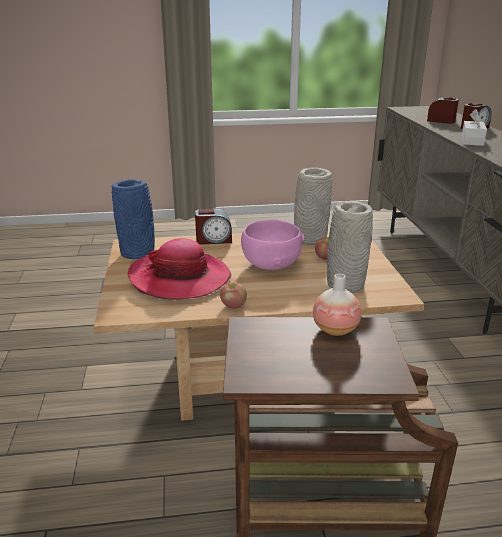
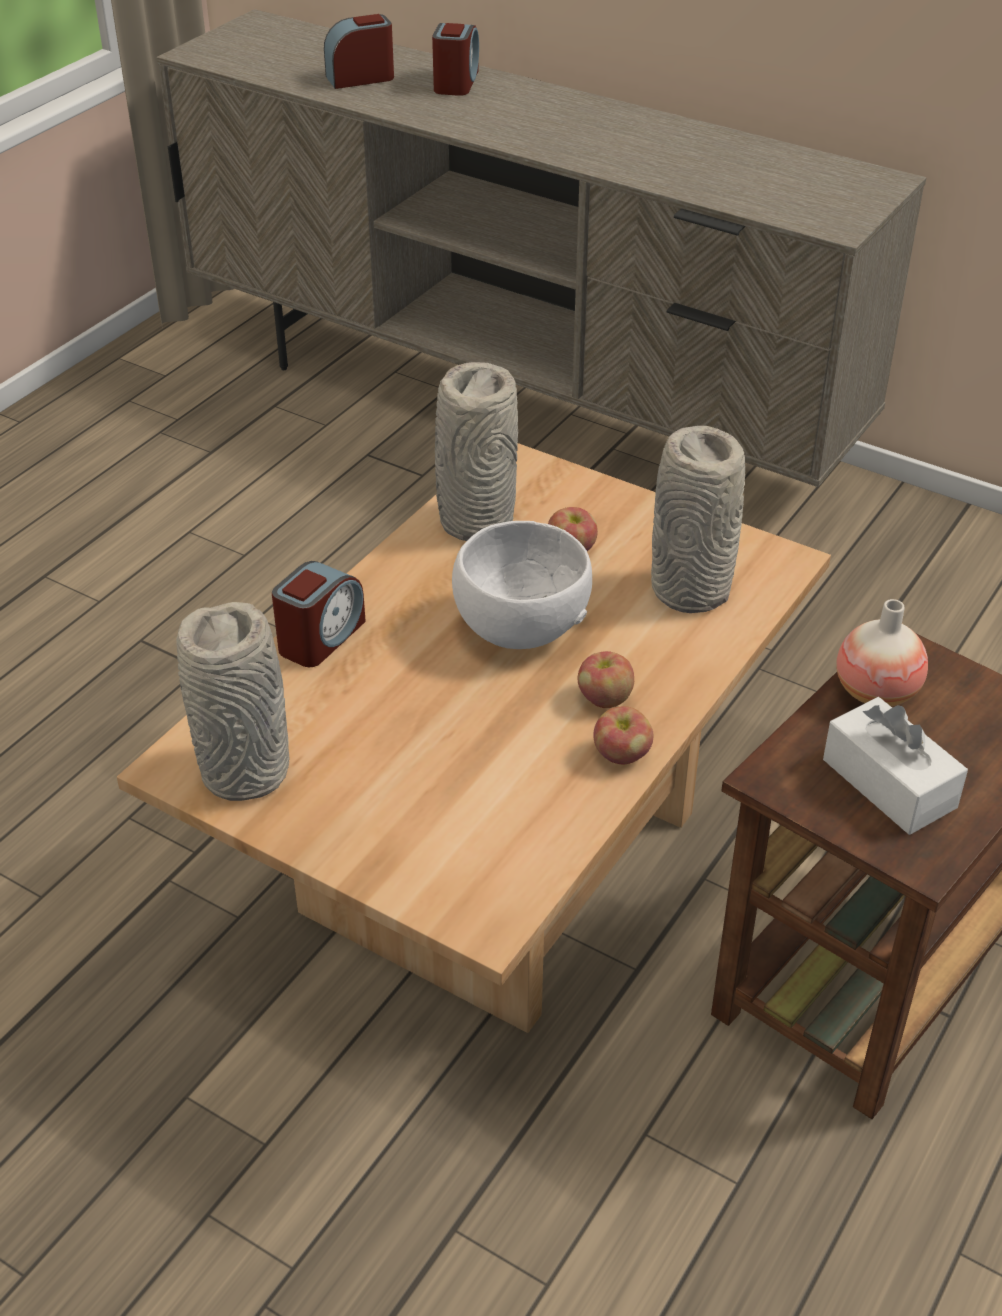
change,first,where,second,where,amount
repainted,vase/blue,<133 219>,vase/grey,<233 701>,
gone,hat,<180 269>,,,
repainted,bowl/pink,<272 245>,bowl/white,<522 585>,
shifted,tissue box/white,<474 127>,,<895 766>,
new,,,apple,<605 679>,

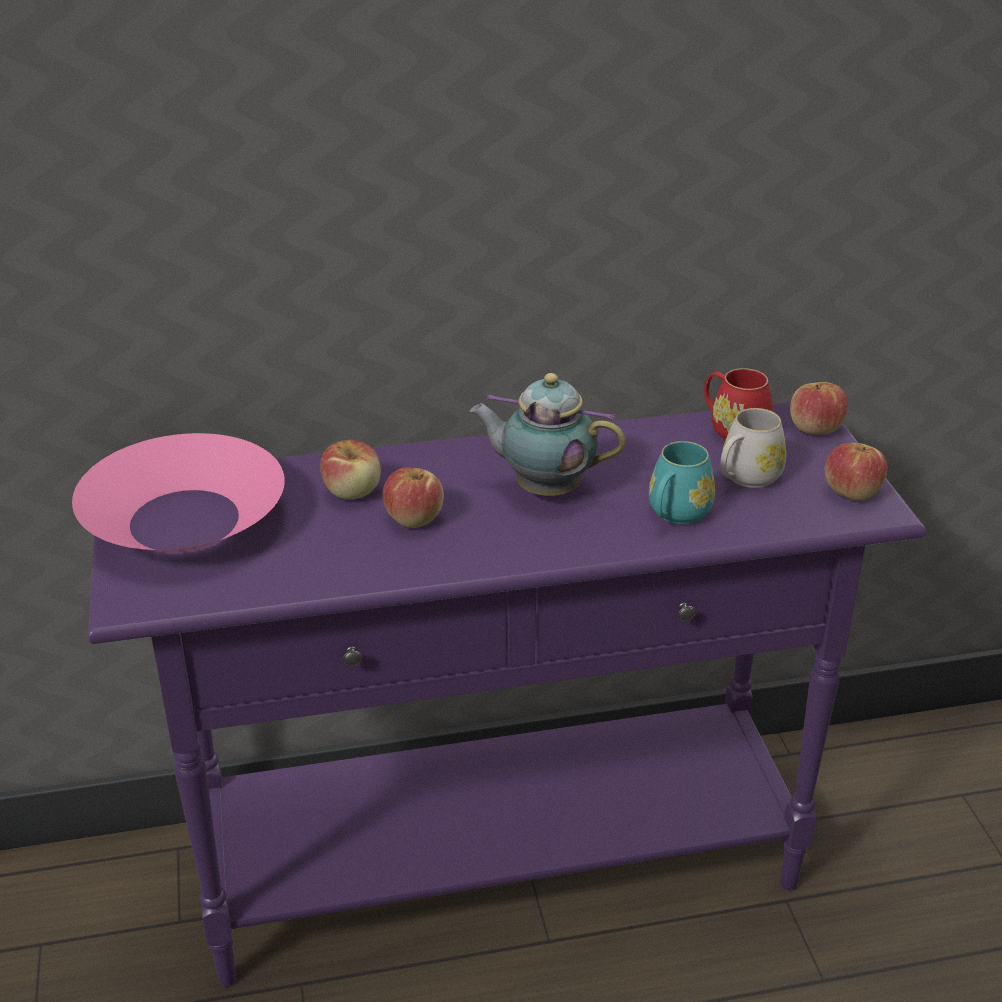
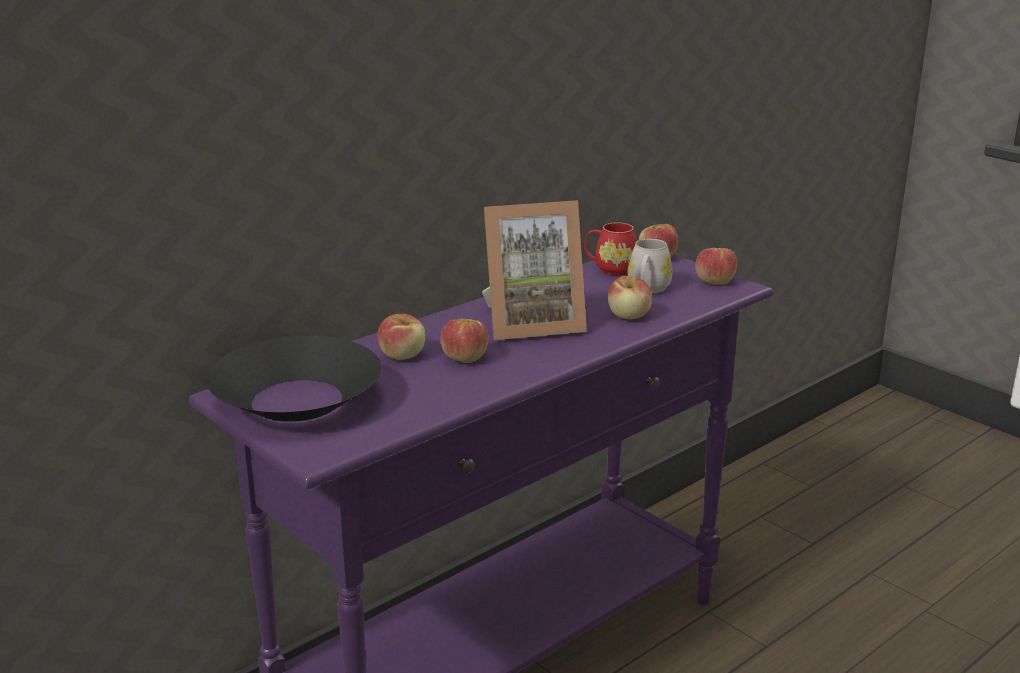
change,first,where,second,where,amount
repainted,bowl/pink,<178 492>,bowl/black,<294 379>,
swapped,teapot,<547 434>,picture frame,<534 270>,
swapped,mug/turquoise,<682 482>,apple,<630 297>,

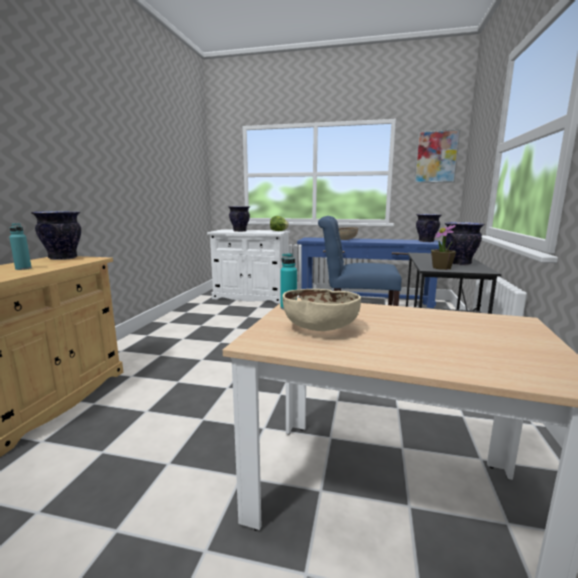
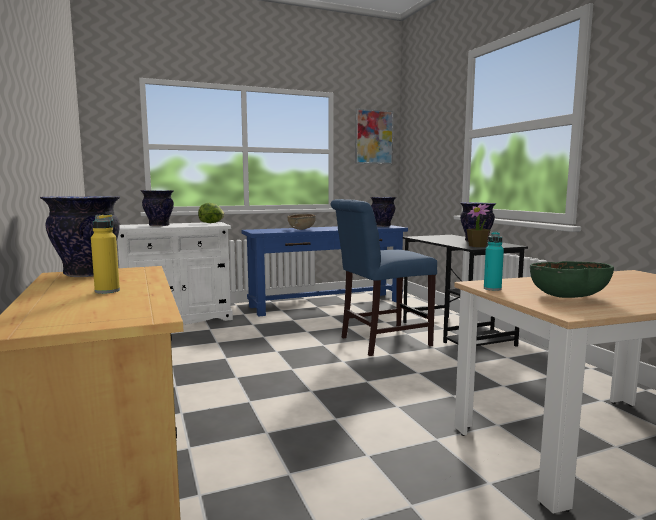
change,first,where,second,where,amount
repainted,bottle/turquoise,<20 246>,bottle/yellow,<105 254>,
repainted,bowl/beige,<321 310>,bowl/green,<572 279>,

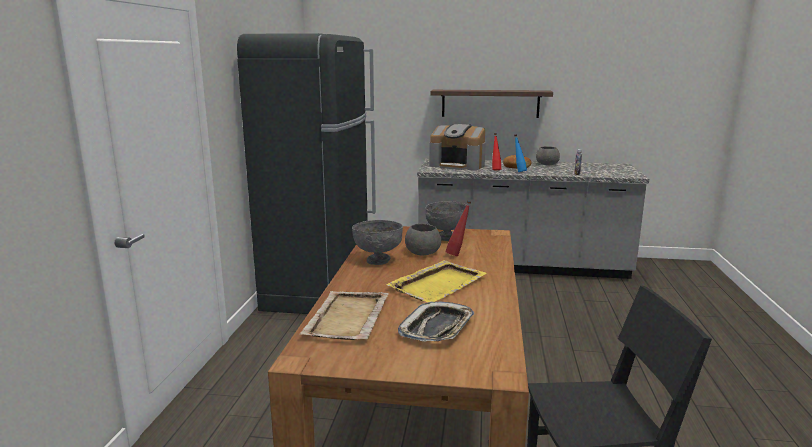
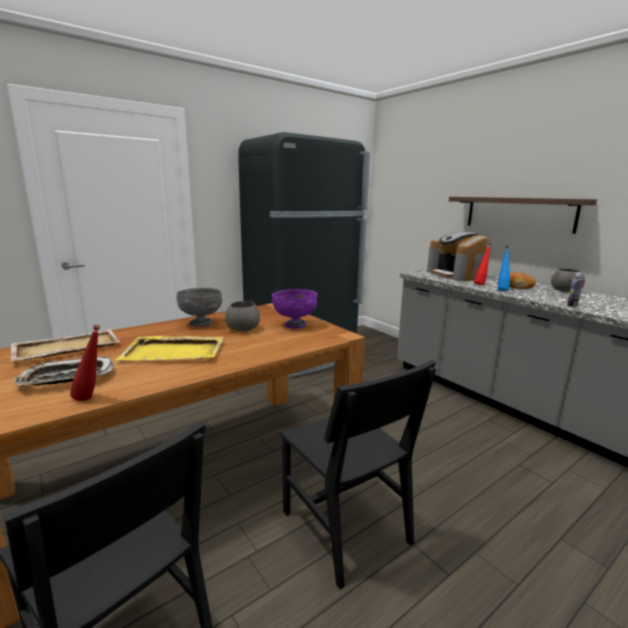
change,first,where,second,where,amount
repainted,bowl/grey,<447 221>,bowl/purple,<295 309>,
shifted,bottle/red,<458 228>,,<85 363>,
new,,,chair/black,<357 474>,

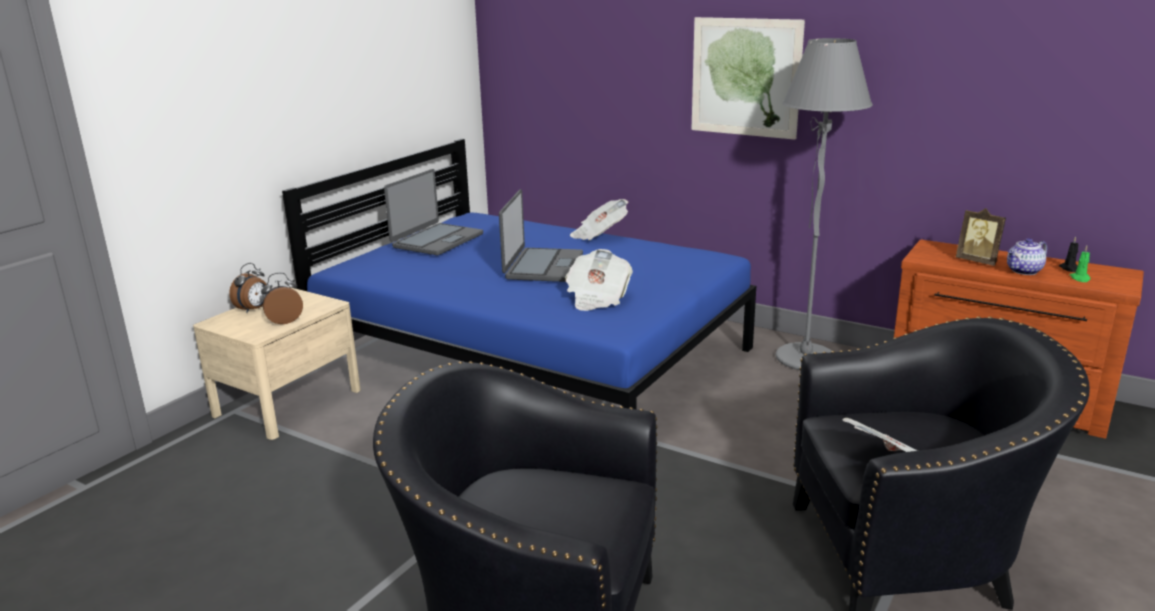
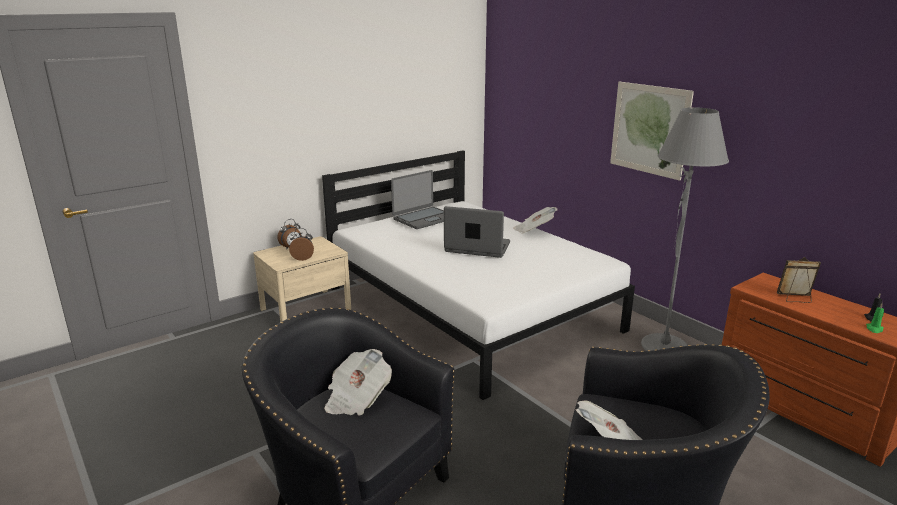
change,first,where,second,where,amount
repainted,bed/blue,<519 274>,bed/white,<478 275>,
rotated,laptop,<541 235>,,<477 232>,105 degrees counterclockwise
shifted,newspaper,<599 280>,,<358 382>,
rotated,picture frame,<981 237>,,<799 280>,120 degrees clockwise
gone,teapot,<1027 256>,,,

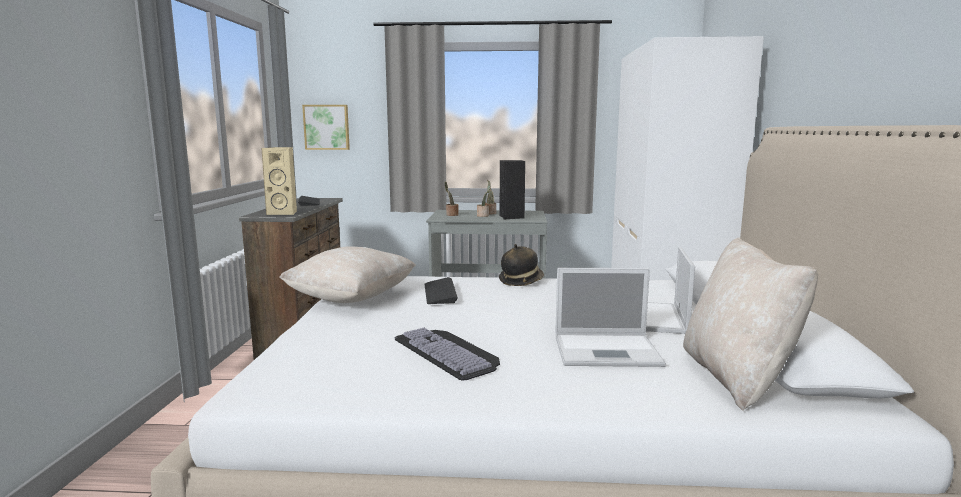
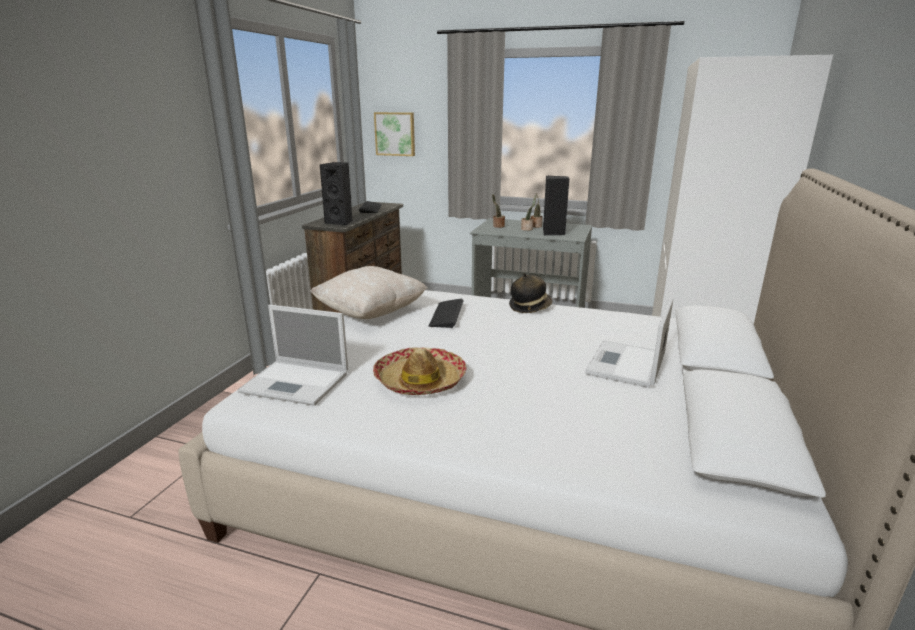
change,first,where,second,where,amount
repainted,speaker/beige,<279 181>,speaker/black,<336 193>,
swapped,keyboard,<447 354>,hat,<420 371>,
shifted,laptop,<610 317>,,<292 355>,
gone,pillow/beige,<750 324>,,,

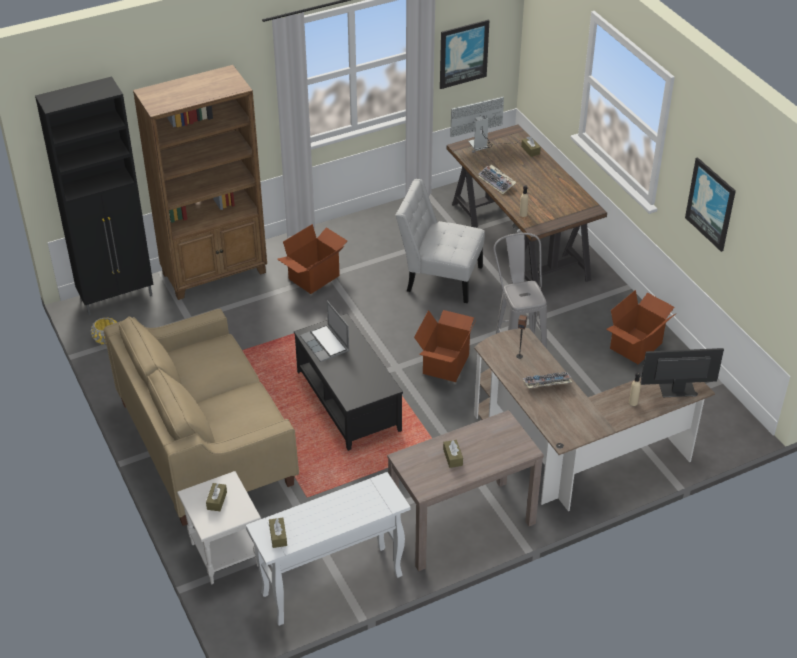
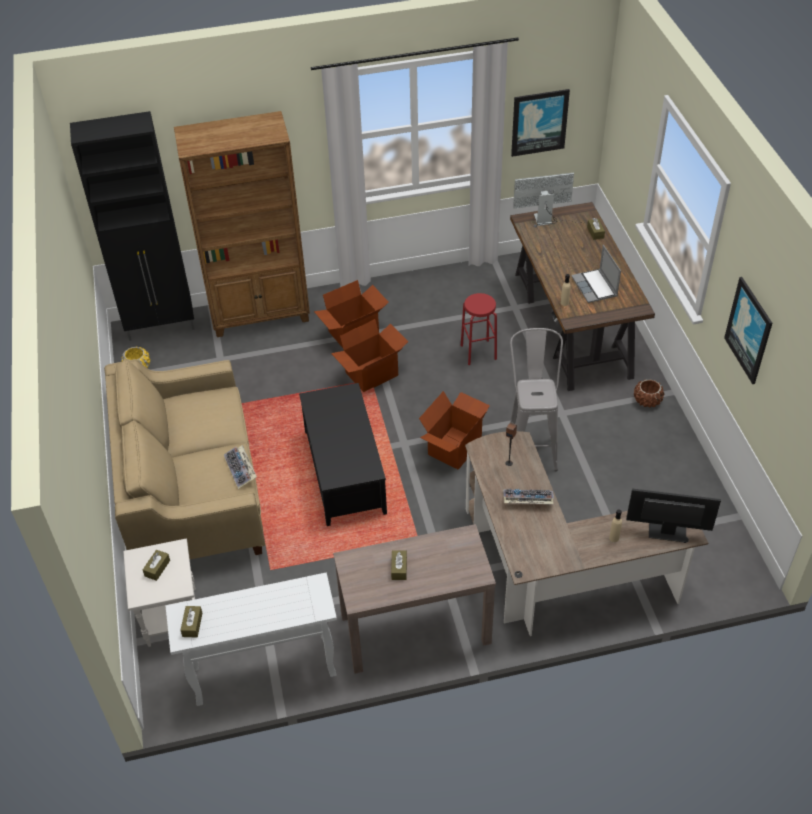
change,first,where,second,where,amount
shifted,laptop,<325 331>,,<596 274>,
swapped,chair/white,<440 241>,stool/red,<479 329>,
shifted,keyboard,<497 179>,,<240 467>,
shifted,cardboard box,<640 327>,,<369 355>,
new,,,planter/brown,<649 393>,

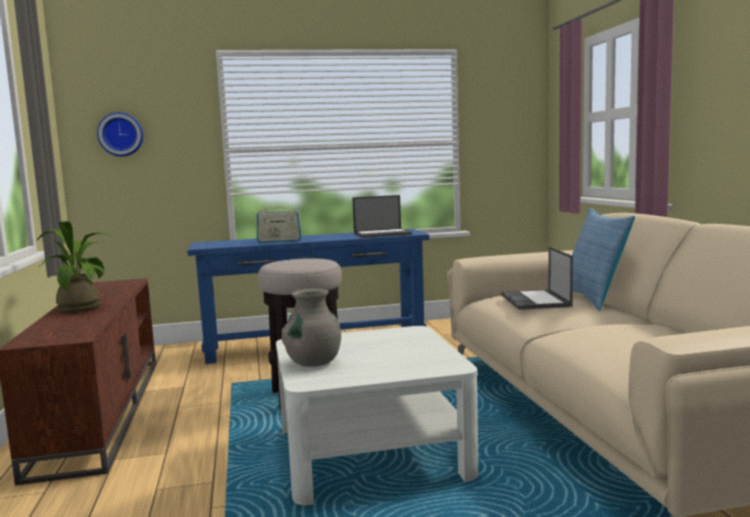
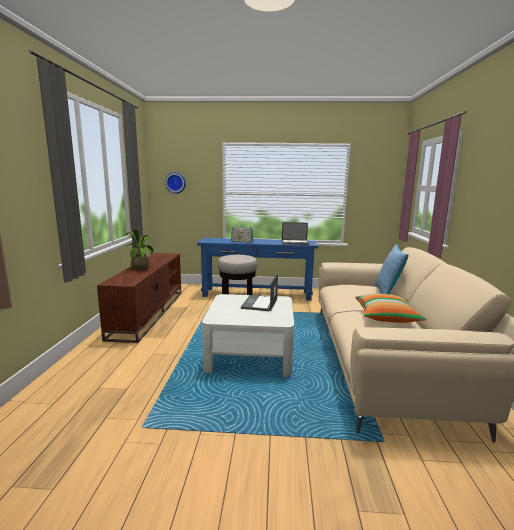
change,first,where,second,where,amount
gone,vase/grey,<311 328>,,,
shifted,laptop,<537 278>,,<259 292>,
new,,,pillow,<390 308>,

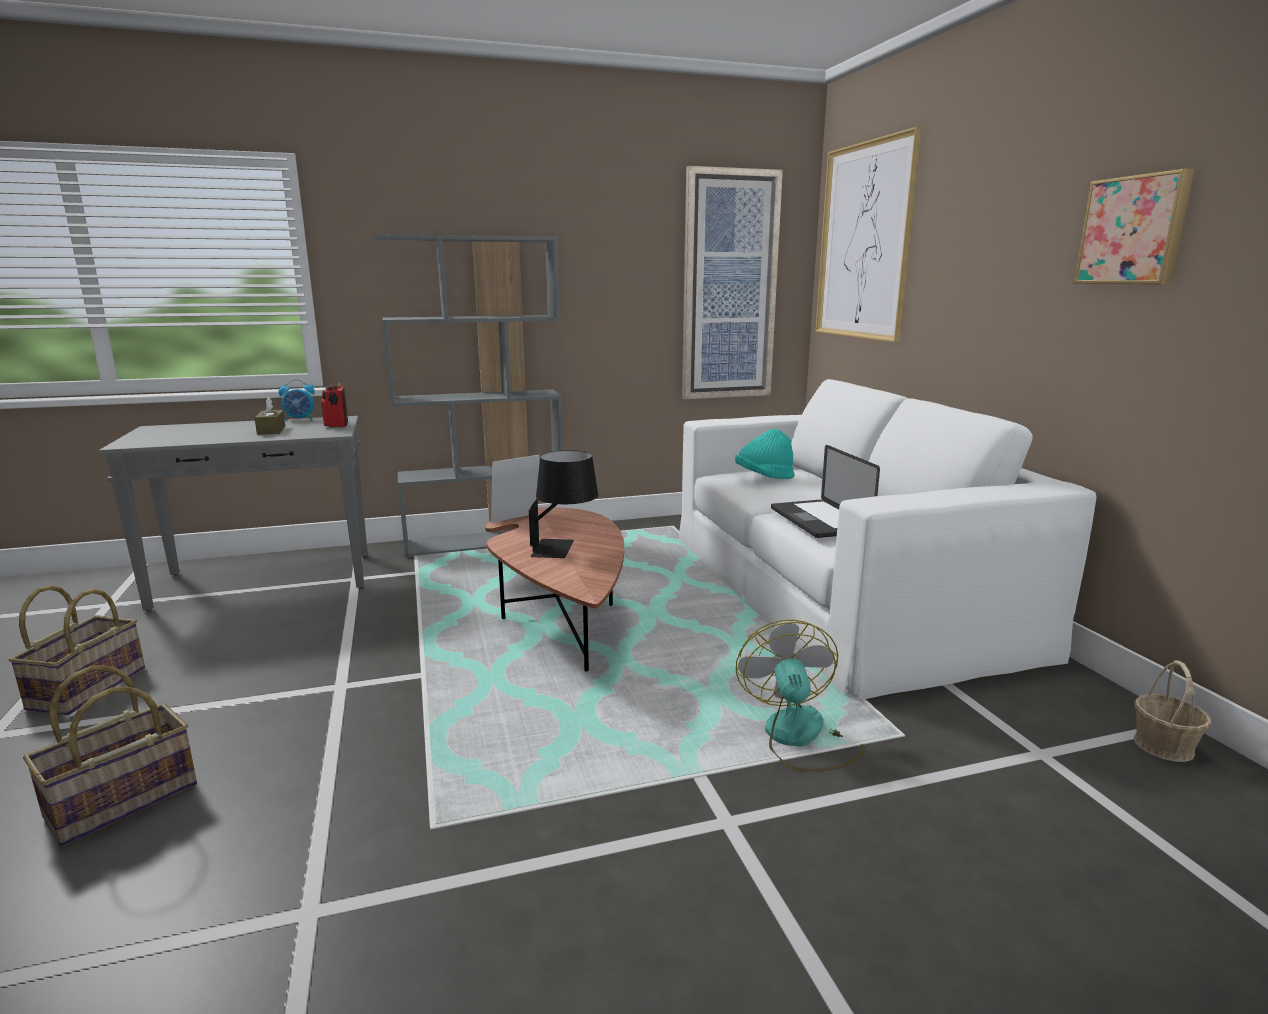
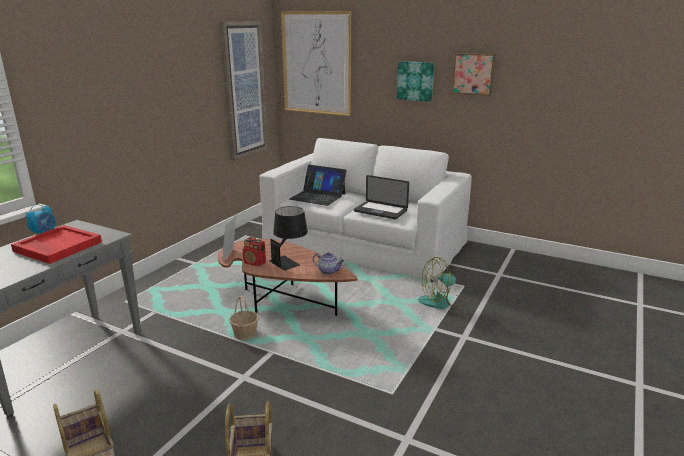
change,first,where,second,where,amount
swapped,tissue box/brown,<270 416>,tray/red,<56 244>,
shifted,radio,<334 405>,,<254 251>,
gone,bookcase/grey,<468 396>,,,
swapped,hat/turquoise,<765 454>,laptop,<318 185>,
rotated,fan,<800 696>,,<441 283>,60 degrees counterclockwise
shifted,basket,<1173 711>,,<244 318>,
new,,,teapot,<328 263>,
new,,,picture,<415 81>,

